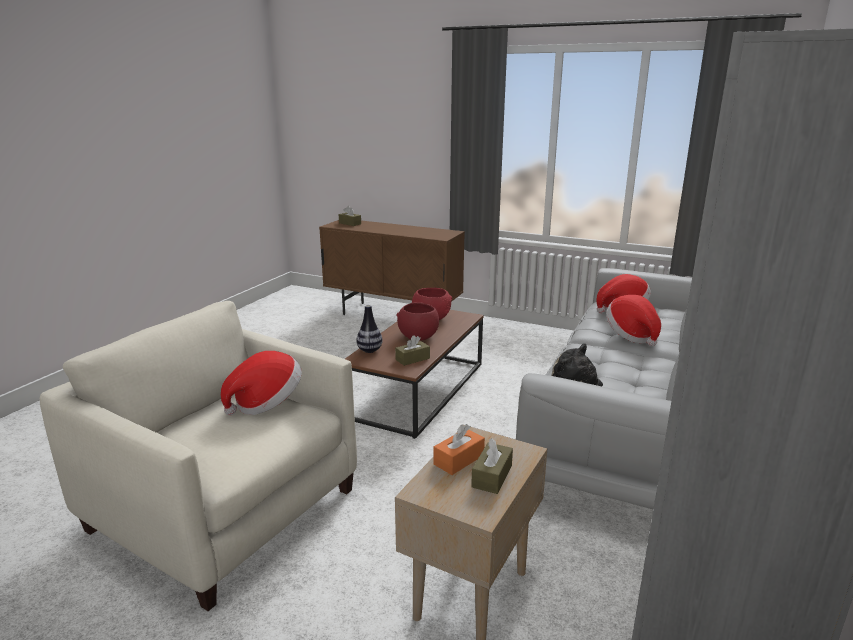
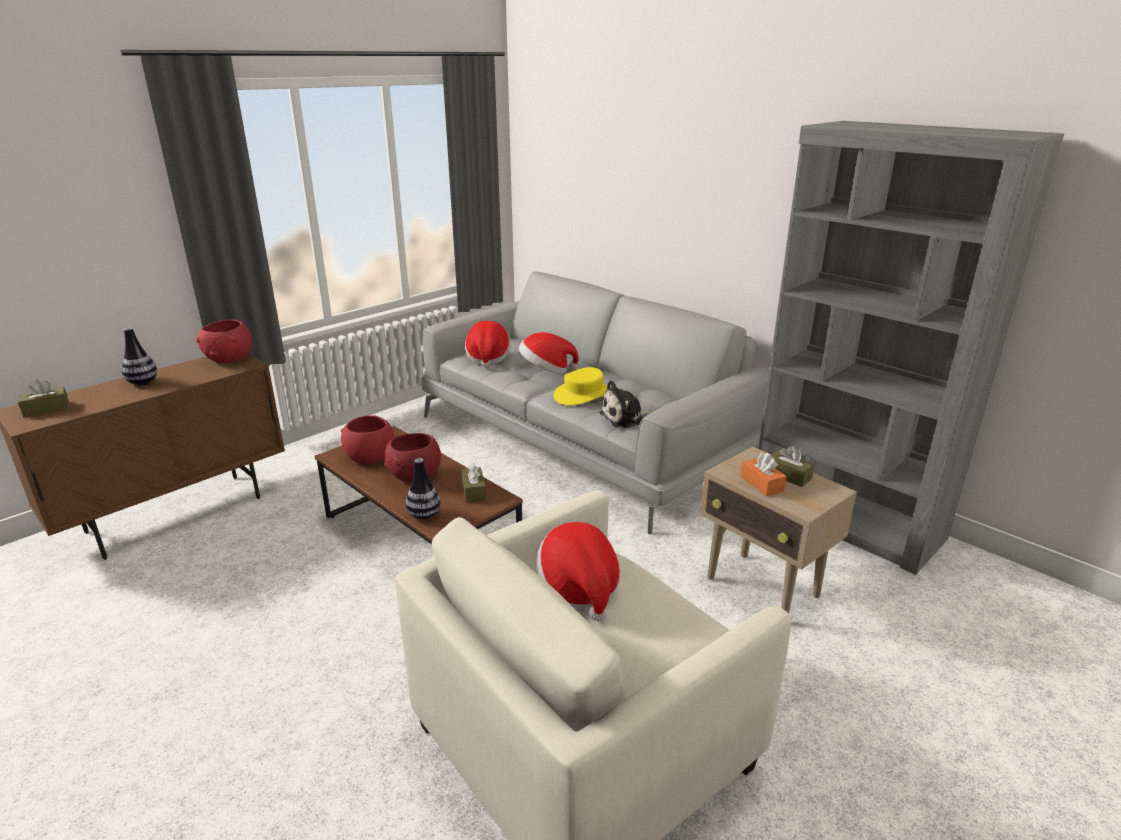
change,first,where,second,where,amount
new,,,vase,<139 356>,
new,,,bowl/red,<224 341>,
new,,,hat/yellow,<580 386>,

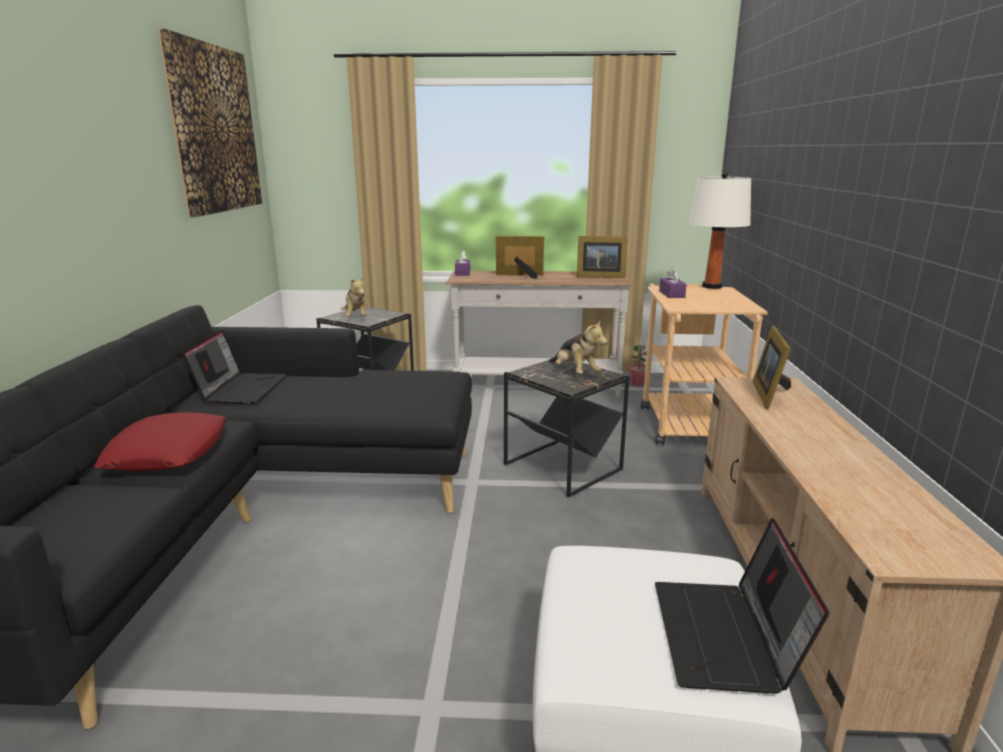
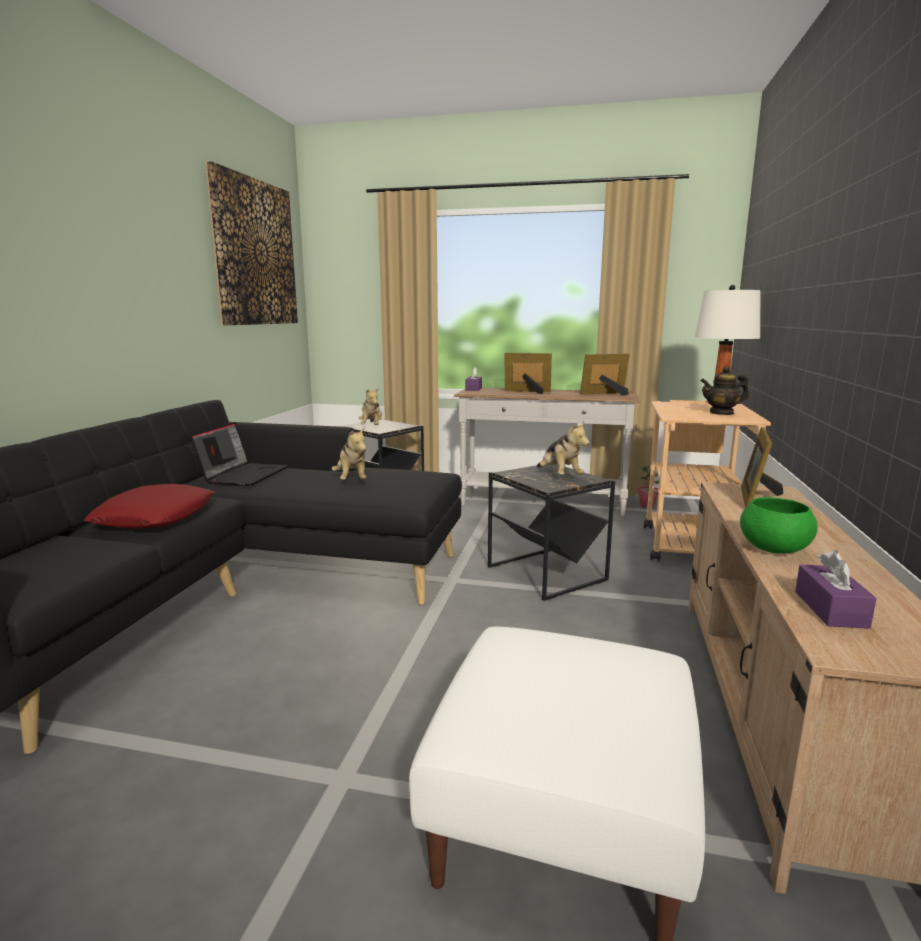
change,first,where,second,where,amount
rotated,picture frame,<602 257>,,<605 374>,150 degrees clockwise
gone,laptop,<742 606>,,,
shifted,tissue box/purple,<673 283>,,<836 589>,
new,,,plush toy,<349 453>,
new,,,teapot,<724 390>,
new,,,bowl/green,<779 525>,

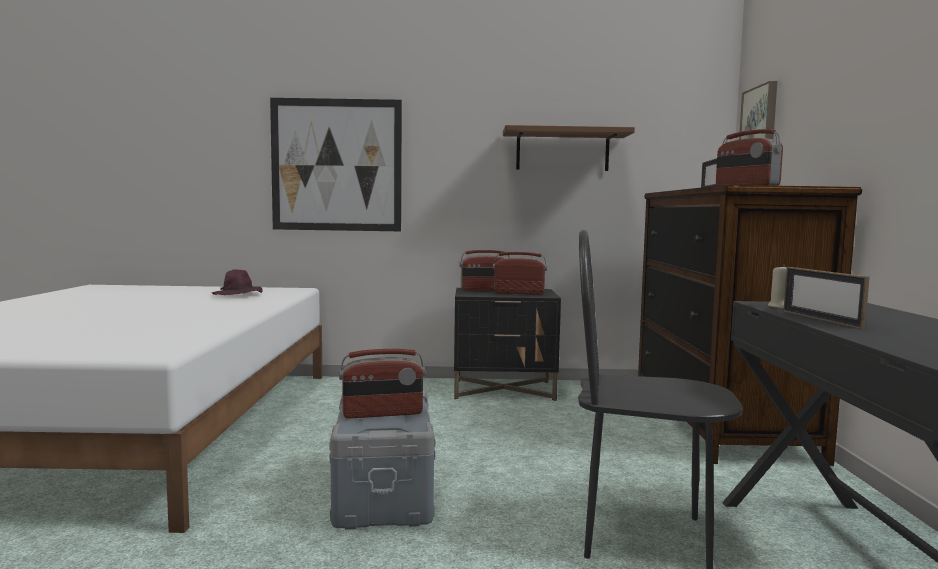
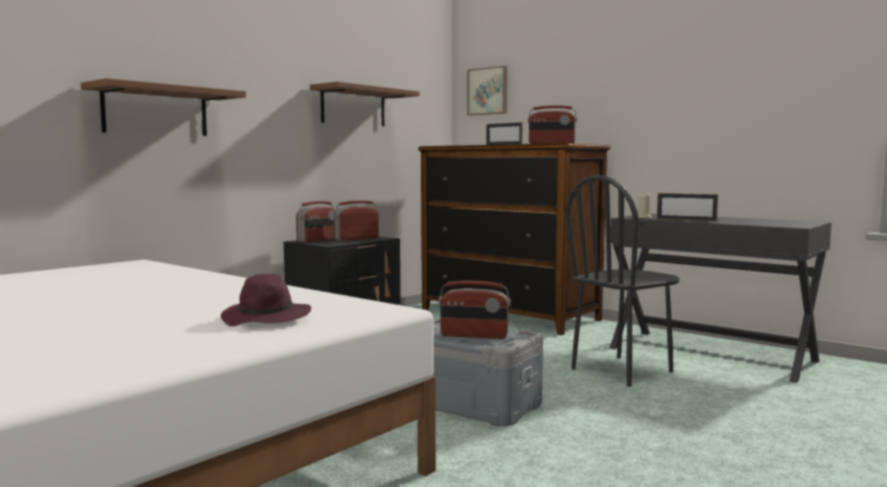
change,first,where,second,where,amount
shifted,hat/purple,<237 282>,,<266 300>,
swapped,picture,<336 164>,shelf/brown,<163 107>,
rotated,radio,<382 384>,,<475 310>,75 degrees clockwise

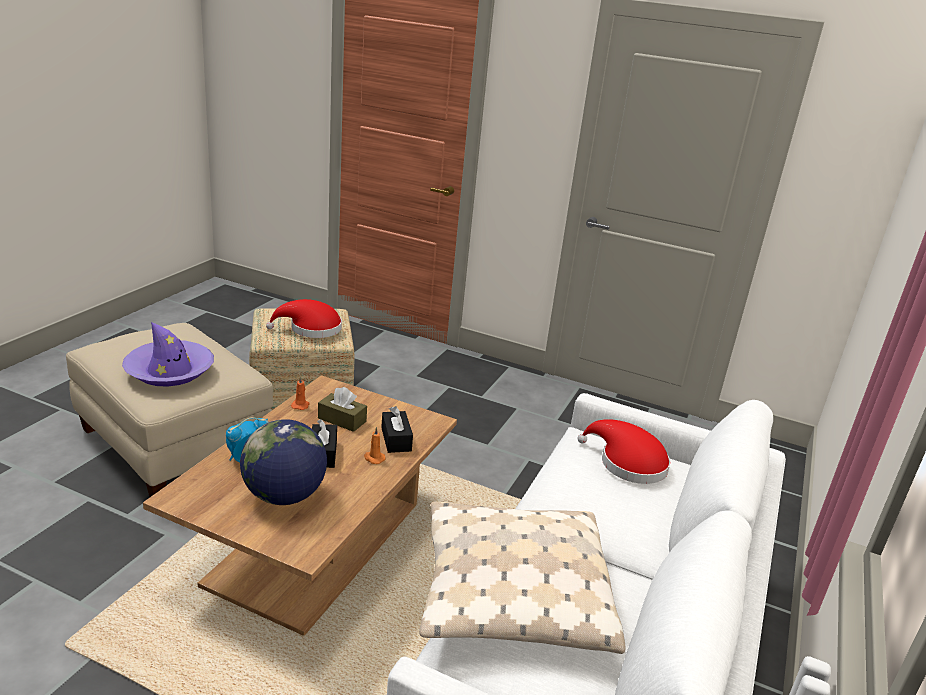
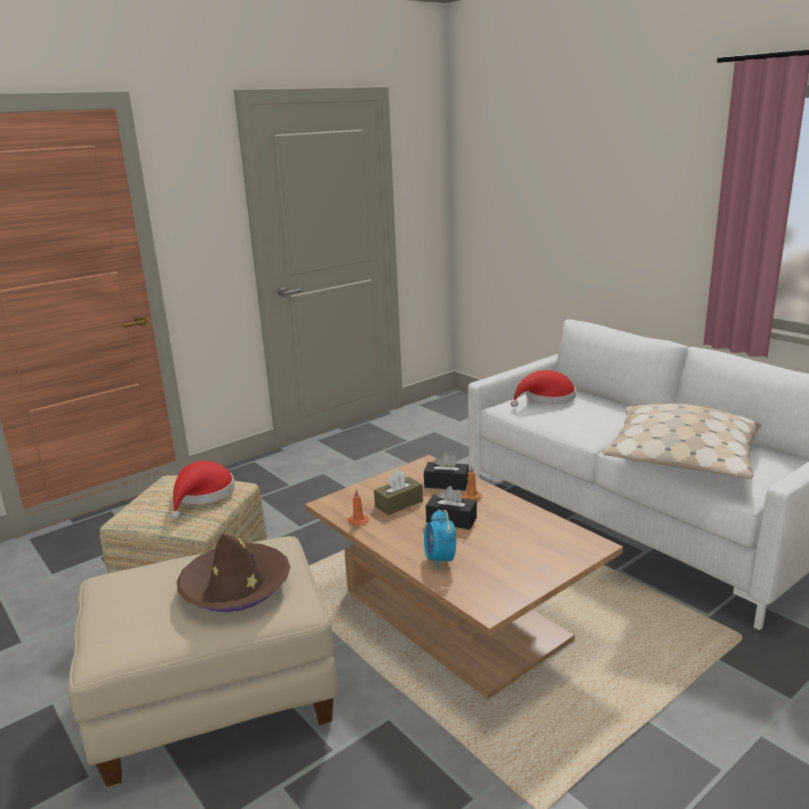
change,first,where,second,where,amount
repainted,hat/purple,<168 354>,hat/brown,<233 573>,
gone,globe,<283 462>,,,

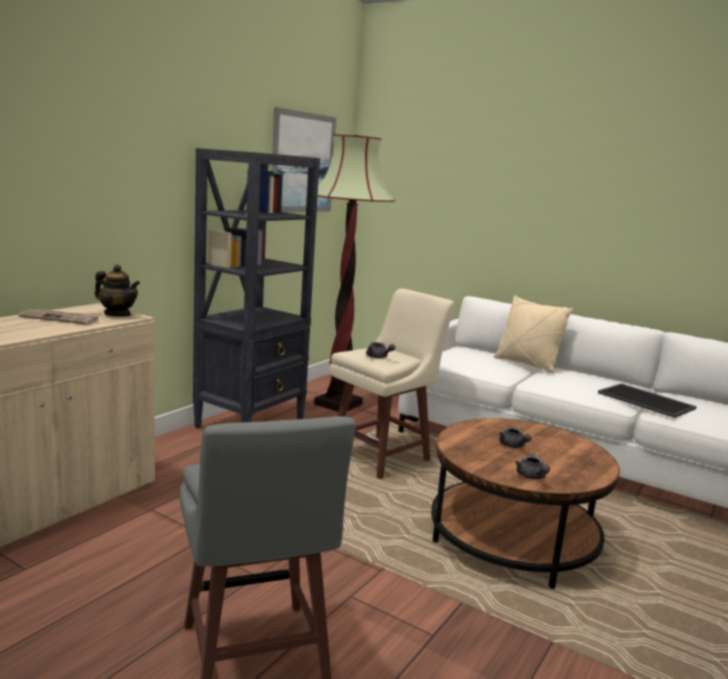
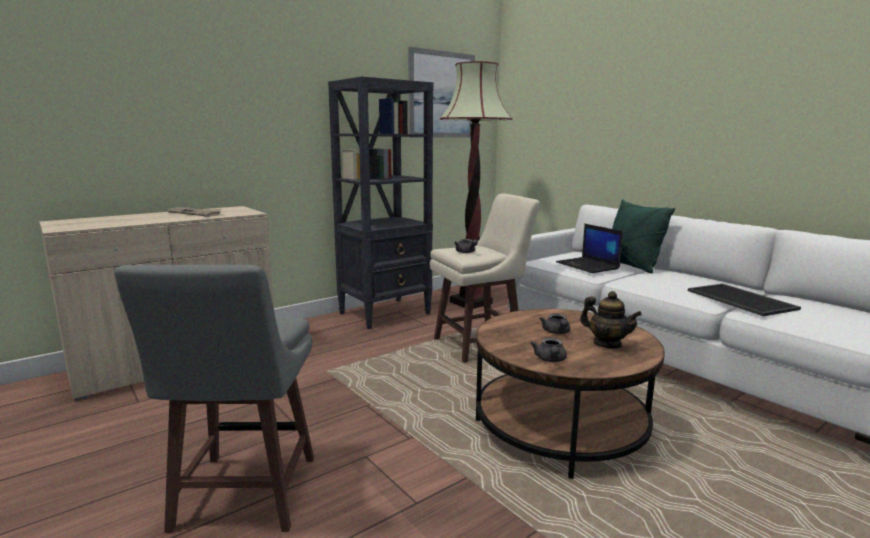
change,first,where,second,where,amount
shifted,teapot,<117 290>,,<611 320>,
repainted,pillow/beige,<533 334>,pillow/green,<643 237>,
new,,,laptop,<589 248>,

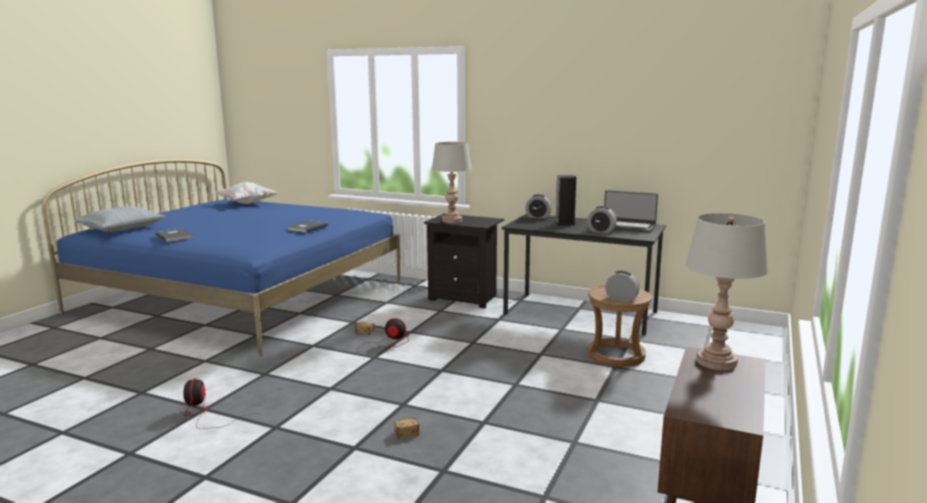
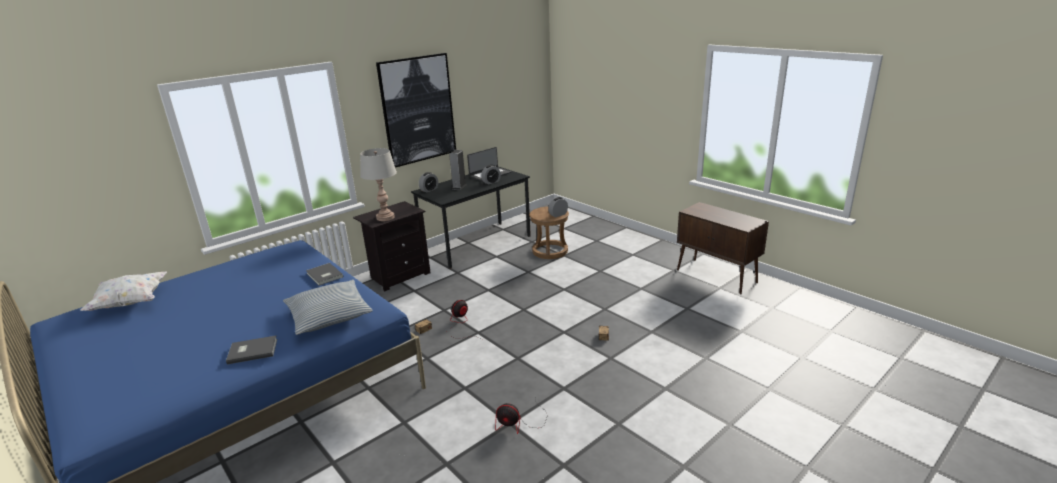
change,first,where,second,where,amount
shifted,pillow,<120 219>,,<328 307>,
gone,table lamp/grey,<726 291>,,,
new,,,picture,<416 110>,

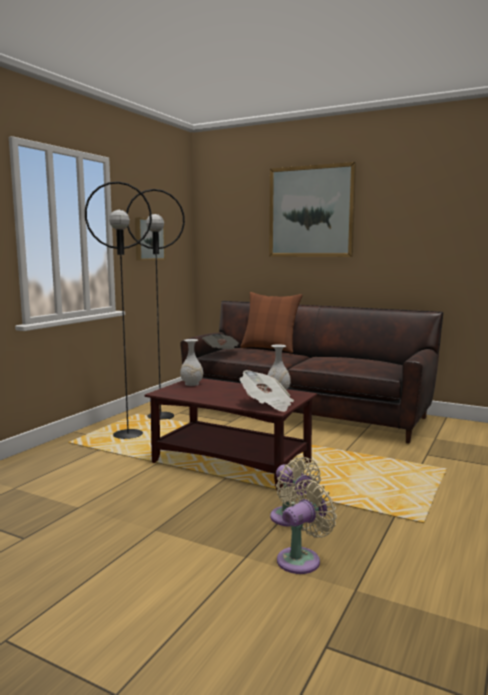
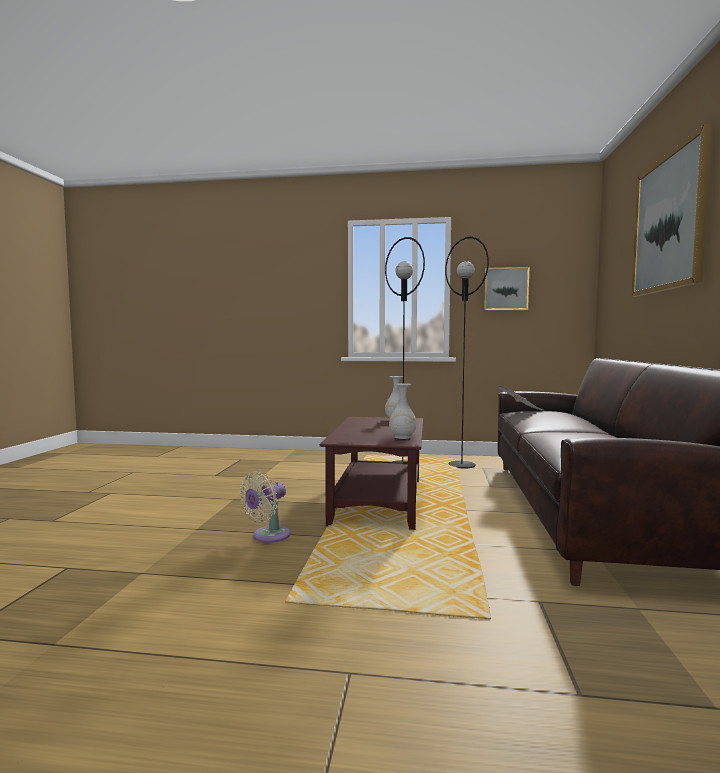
change,first,where,second,where,amount
gone,pillow/brown,<271 322>,,,
gone,newspaper,<267 391>,,,
gone,fan/beige,<307 527>,,,

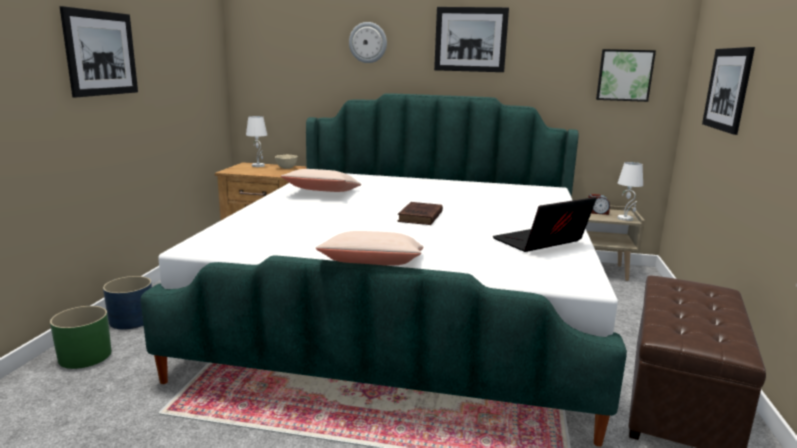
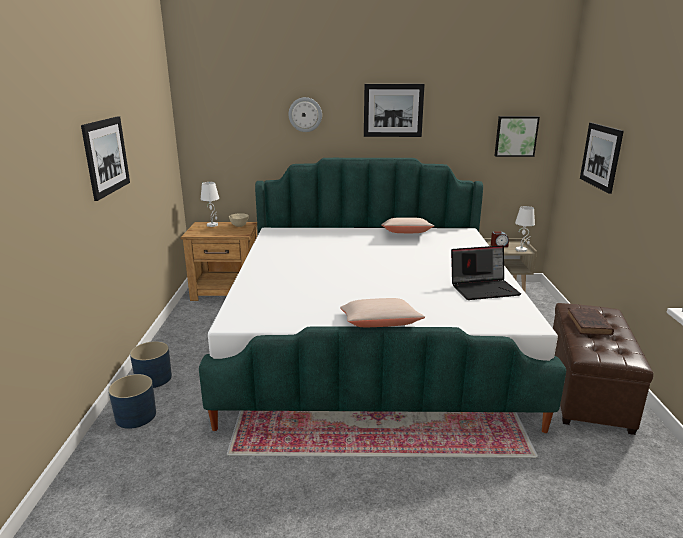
change,first,where,second,where,amount
repainted,planter/green,<80 337>,planter/blue,<132 401>,
shifted,pillow/beige,<321 180>,,<407 225>,
shifted,book/brown,<420 213>,,<590 321>,
rotated,laptop,<544 224>,,<486 272>,150 degrees counterclockwise

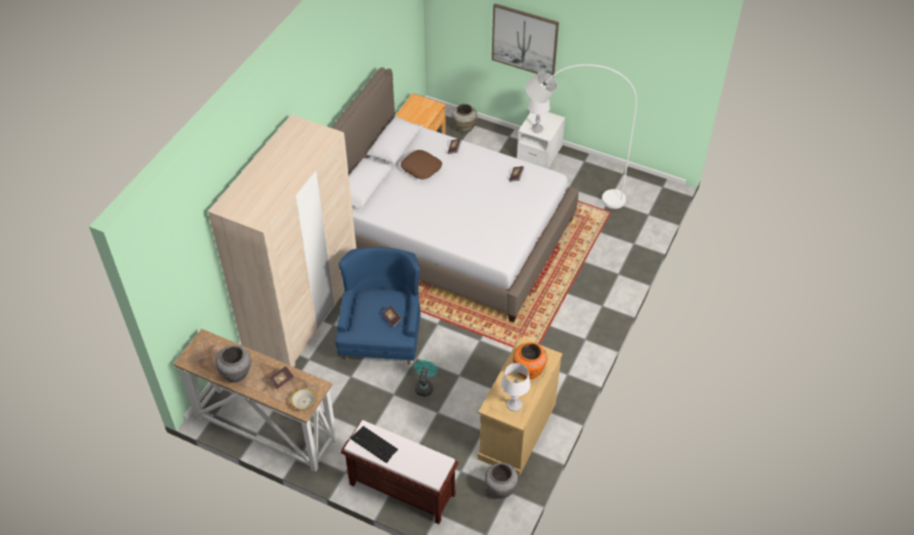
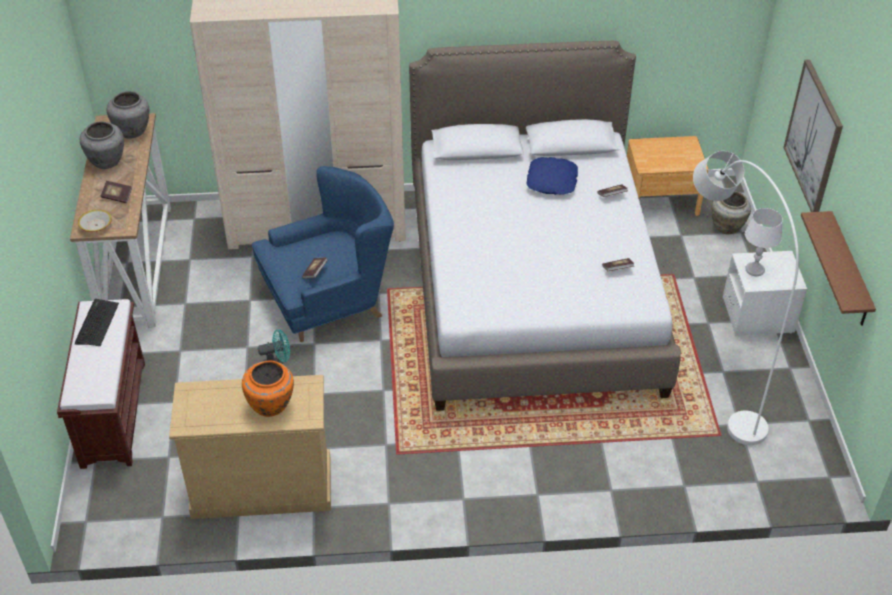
change,first,where,second,where,amount
repainted,pillow/brown,<421 165>,pillow/blue,<552 176>,
shifted,vase/grey,<501 481>,,<128 114>,
gone,table lamp/white,<516 387>,,,
new,,,shelf/brown,<838 268>,

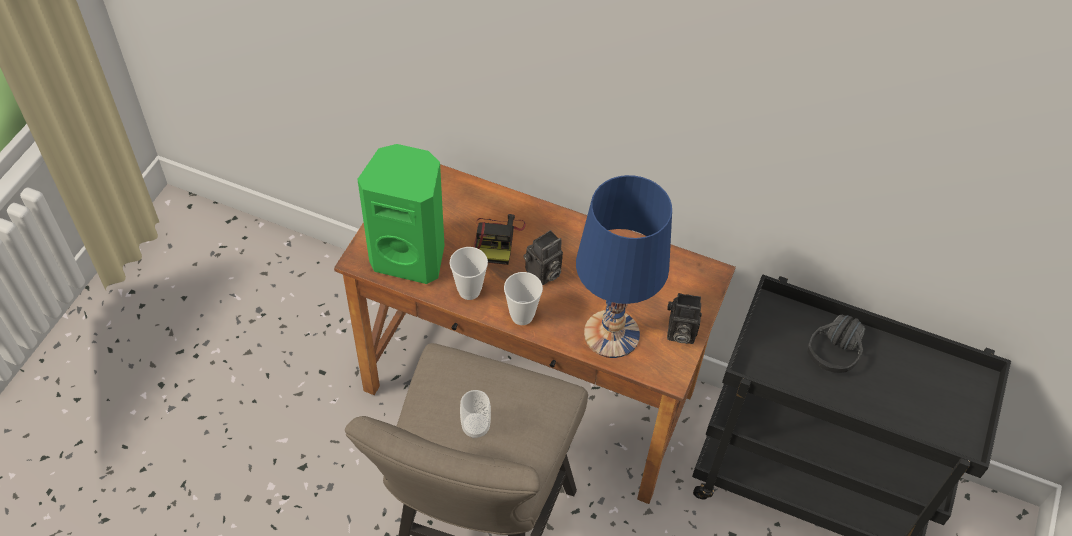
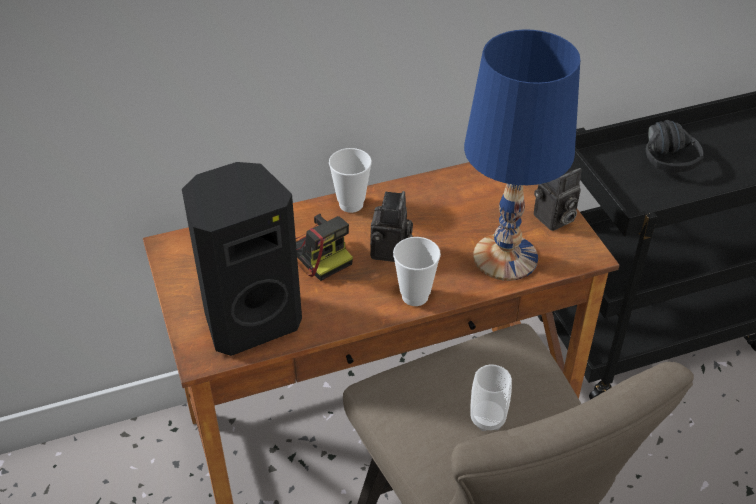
change,first,where,second,where,amount
repainted,speaker/green,<400 214>,speaker/black,<242 259>,
shifted,cup,<469 273>,,<350 180>,

